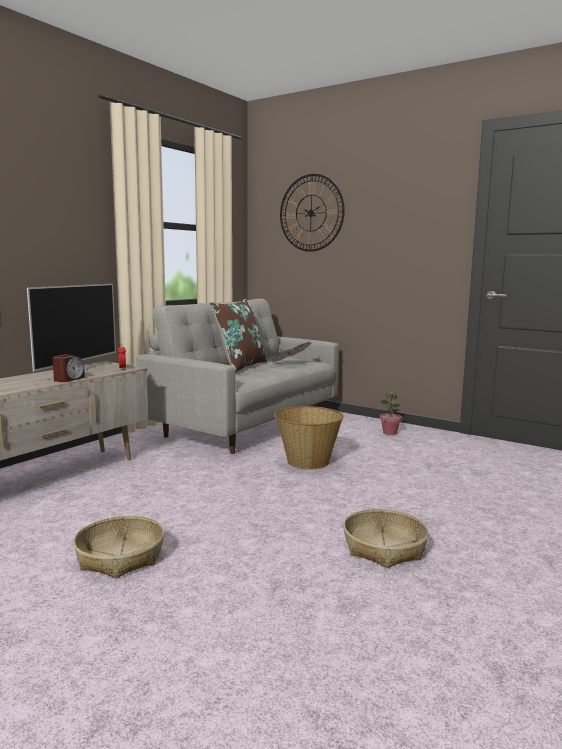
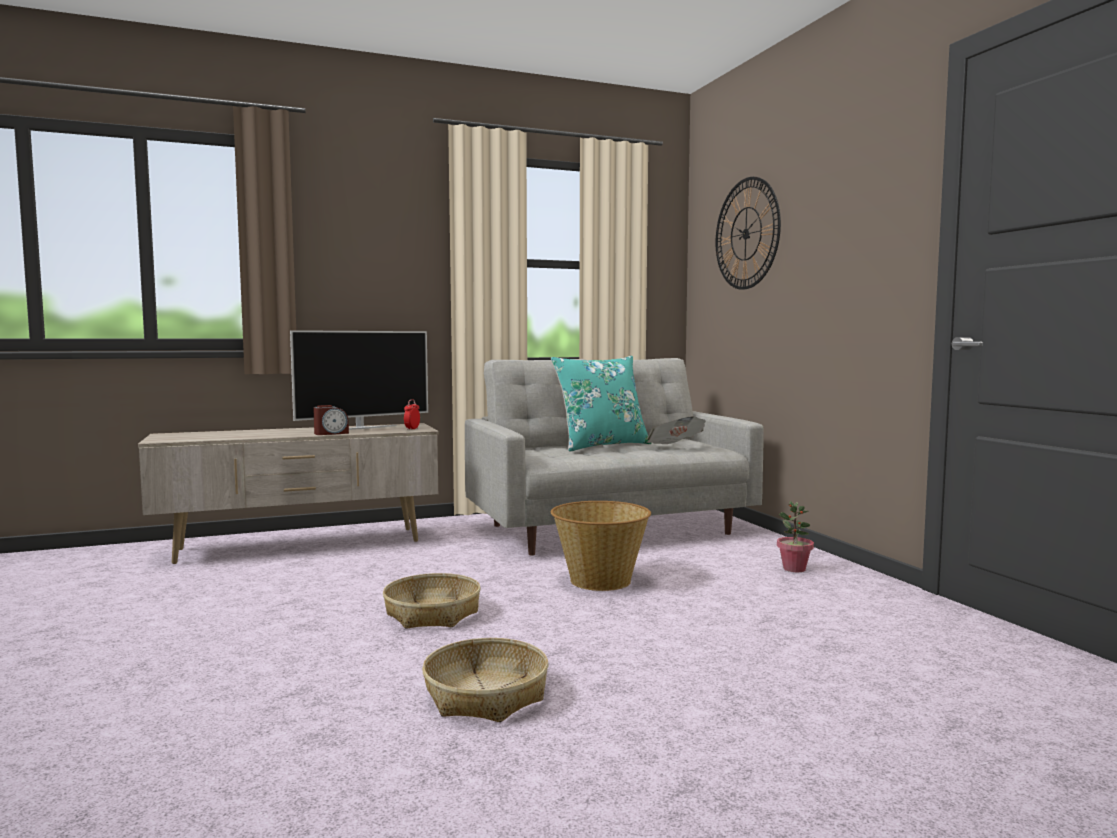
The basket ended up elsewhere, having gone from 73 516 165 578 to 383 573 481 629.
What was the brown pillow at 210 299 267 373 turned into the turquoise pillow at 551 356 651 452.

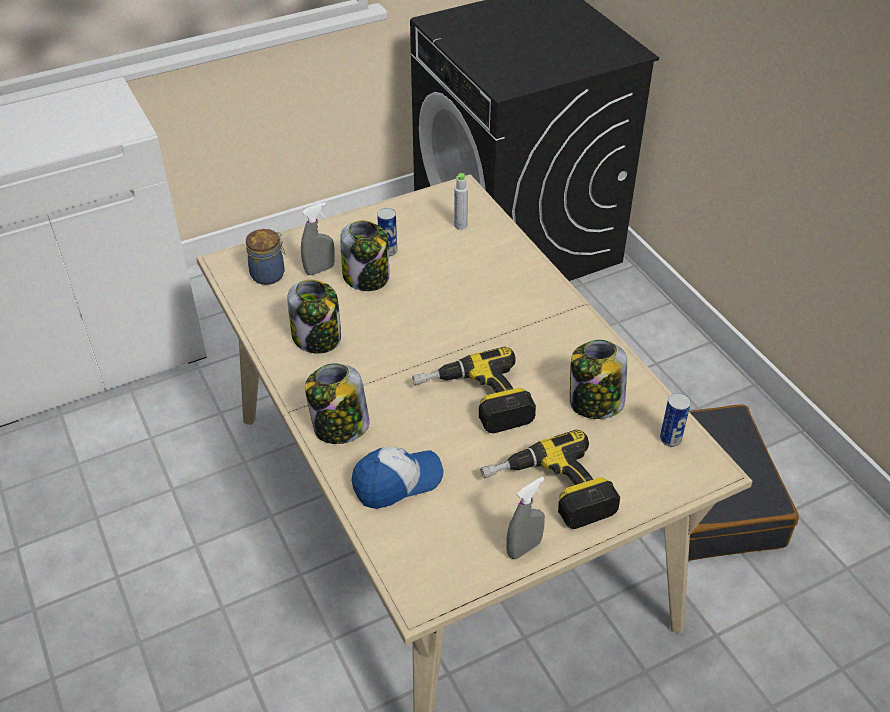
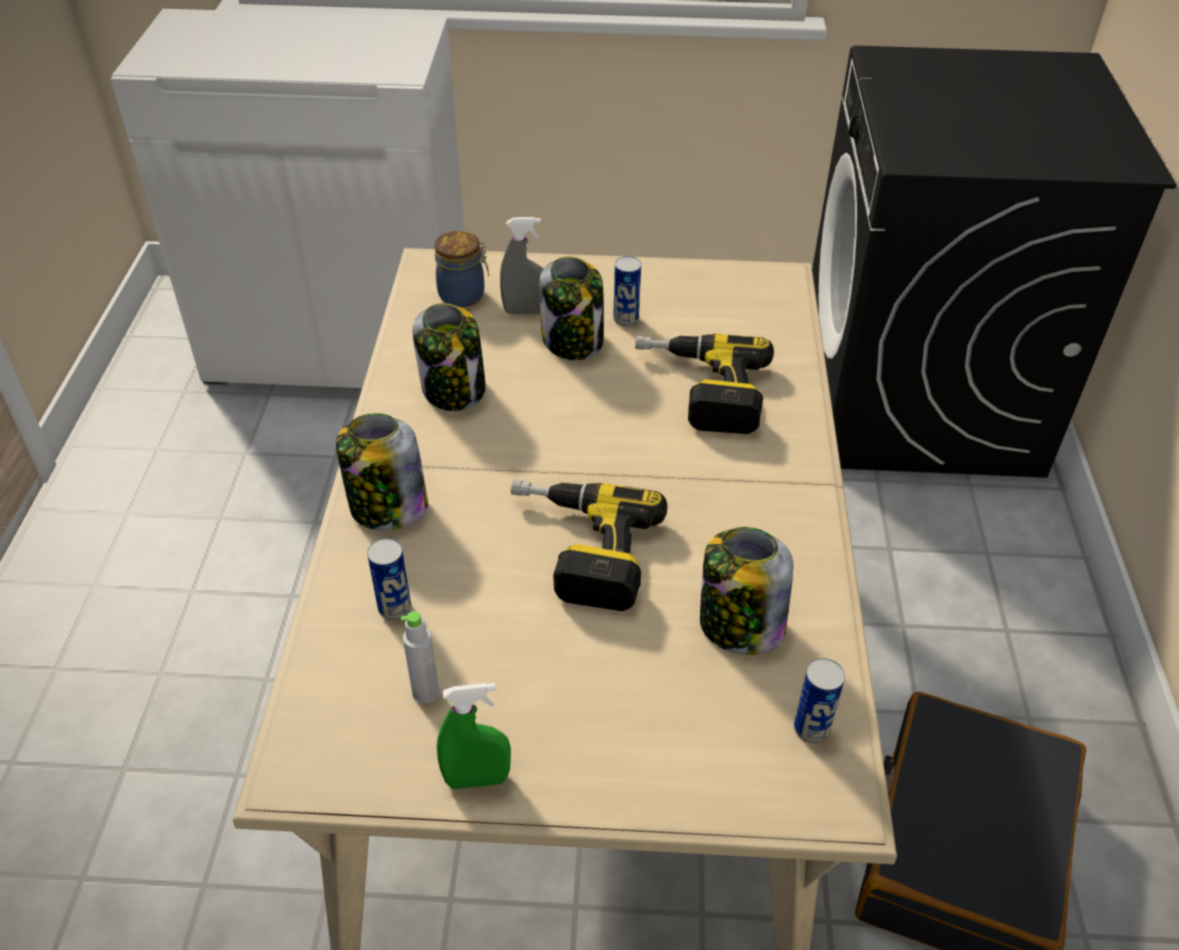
The grey bottle ended up elsewhere, having gone from 454 173 468 230 to 401 611 439 704.
The power drill ended up elsewhere, having gone from 480 430 620 529 to 635 334 774 434.
Where the cap stood at 352 447 443 509, the can came to stand at 367 538 411 620.
What was the grey spray bottle at 506 477 545 559 turned into the green spray bottle at 437 683 511 789.

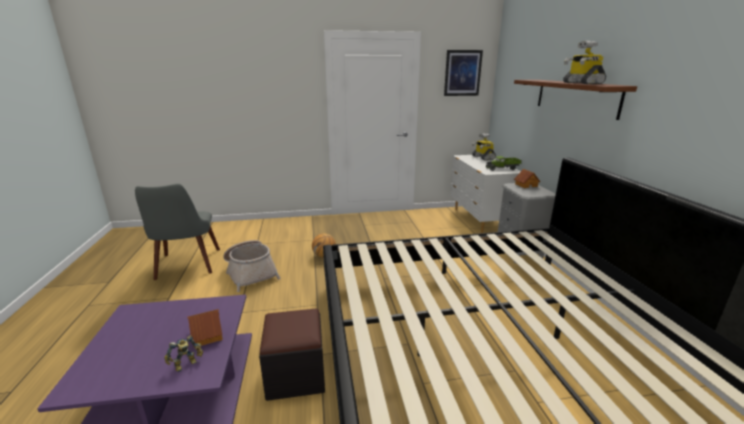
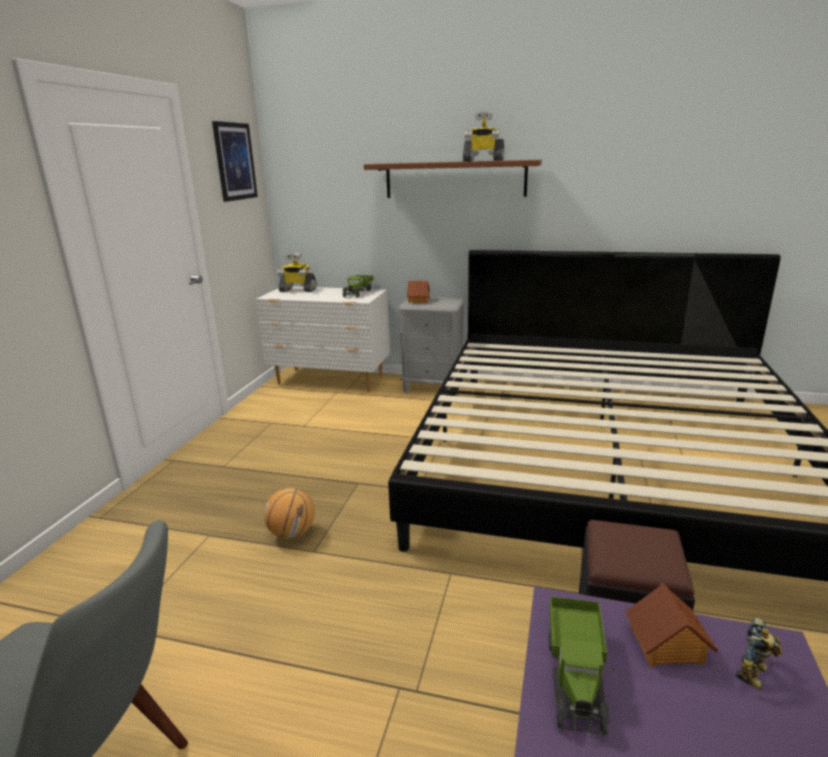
The second view lost the basket at 223 240 281 292.
The second view gained the toy truck at 549 596 615 735.
The toy robot at 164 335 203 372 ended up facing another way, 60 degrees clockwise from before.

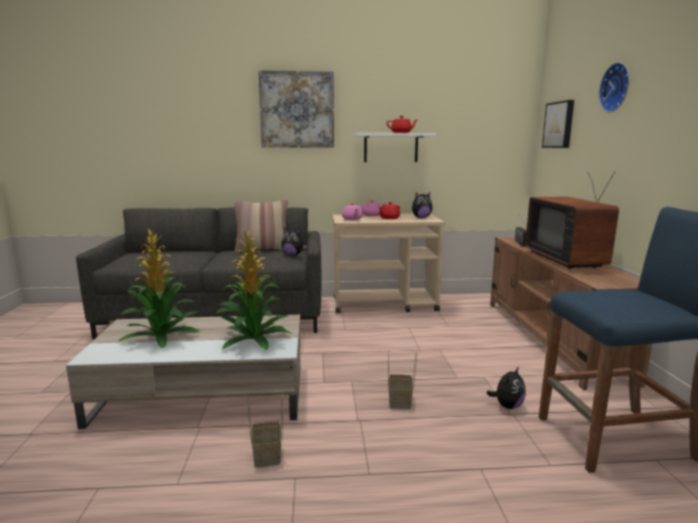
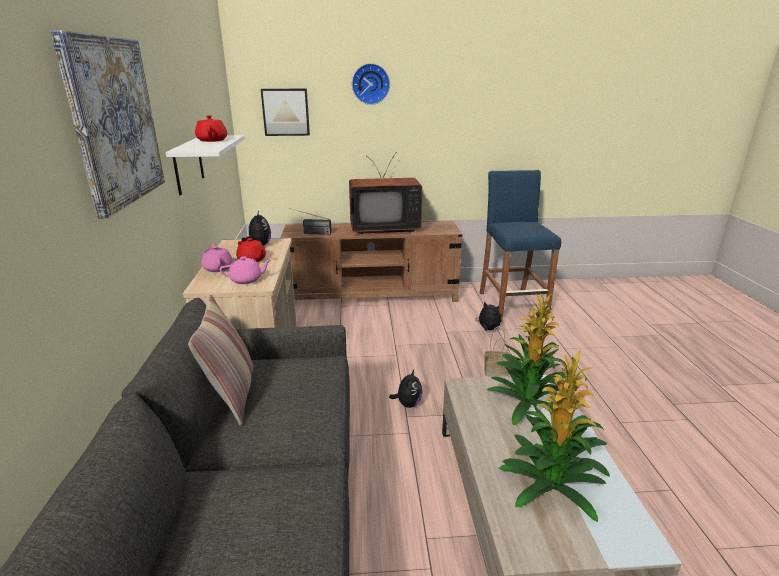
The second view lost the basket at 247 394 283 467.
The plush toy ended up elsewhere, having gone from 281 228 307 256 to 389 368 422 408.

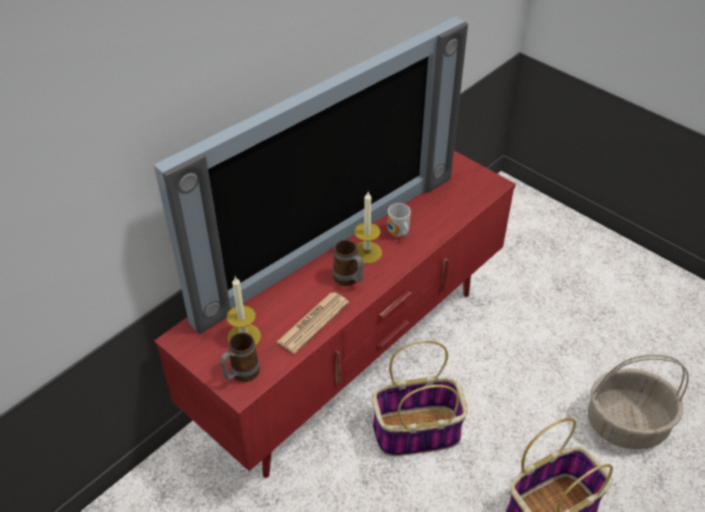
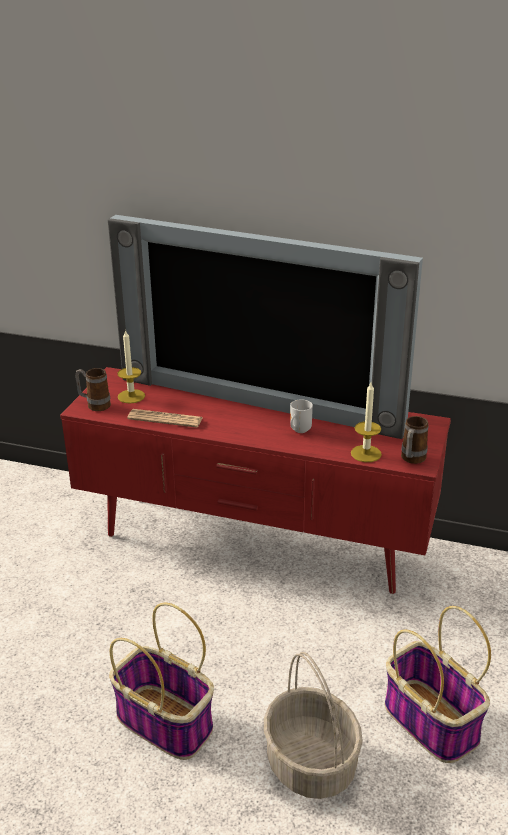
The mug ended up elsewhere, having gone from 333 240 364 286 to 401 416 429 464.
The candle ended up elsewhere, having gone from 354 192 382 264 to 351 383 382 462.
The basket ended up elsewhere, having gone from 372 340 468 456 to 385 606 491 763.

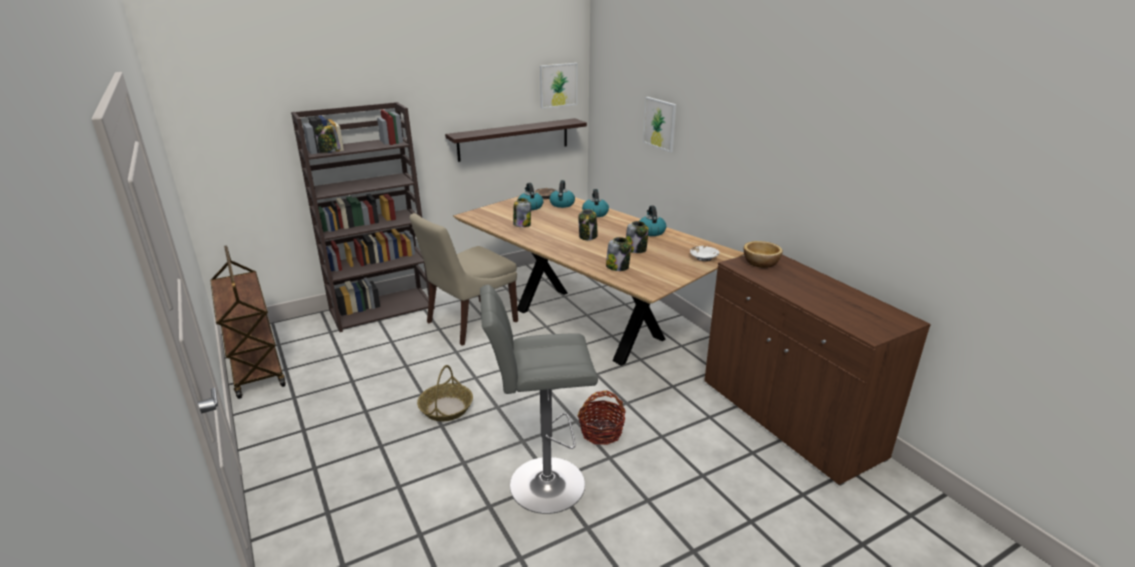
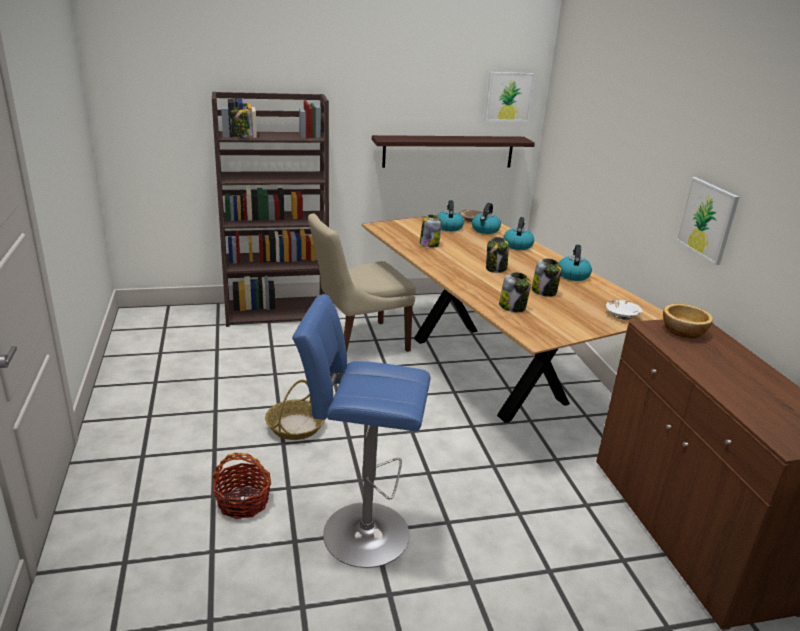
The second view lost the brown cart at 210 246 286 399.
The basket ended up elsewhere, having gone from 578 390 626 445 to 212 453 271 519.
The picture ended up elsewhere, having gone from 643 97 676 152 to 676 177 739 265.
What was the grey stool at 480 285 598 514 turned into the blue stool at 292 294 430 568.

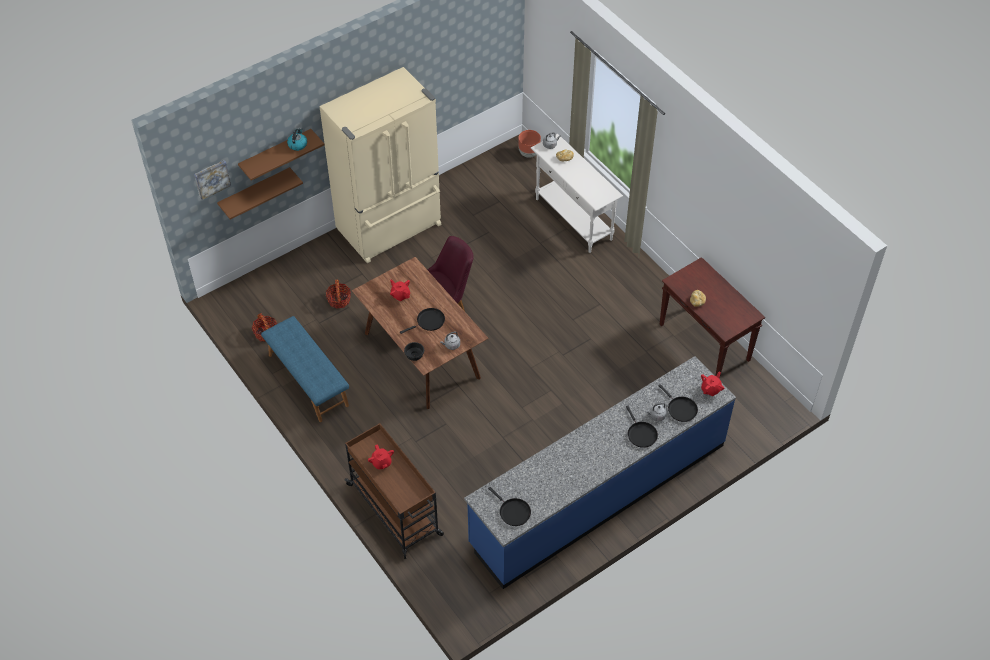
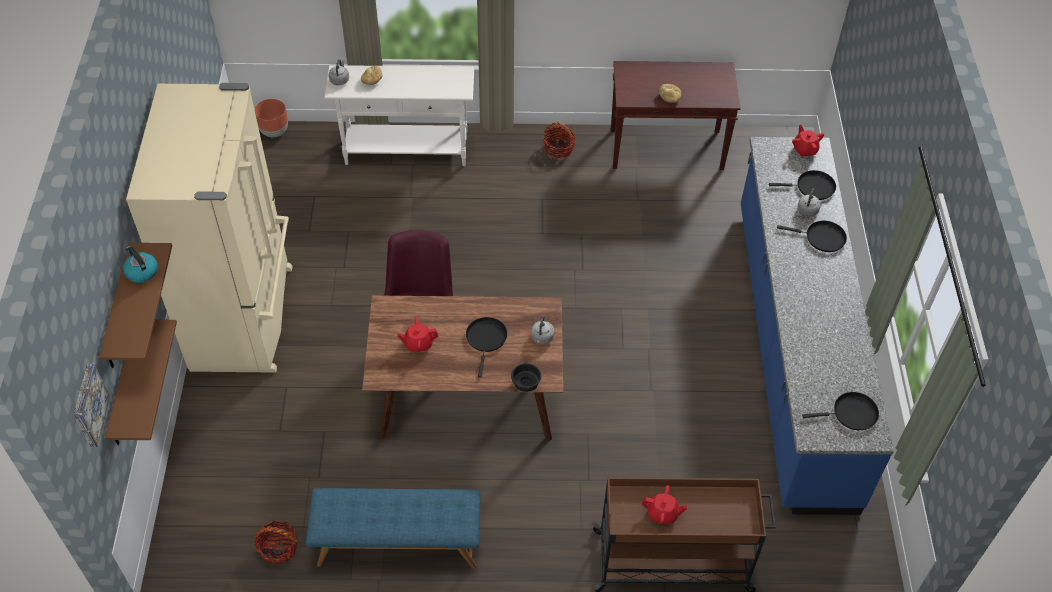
The basket ended up elsewhere, having gone from 326 280 351 309 to 543 122 576 159.

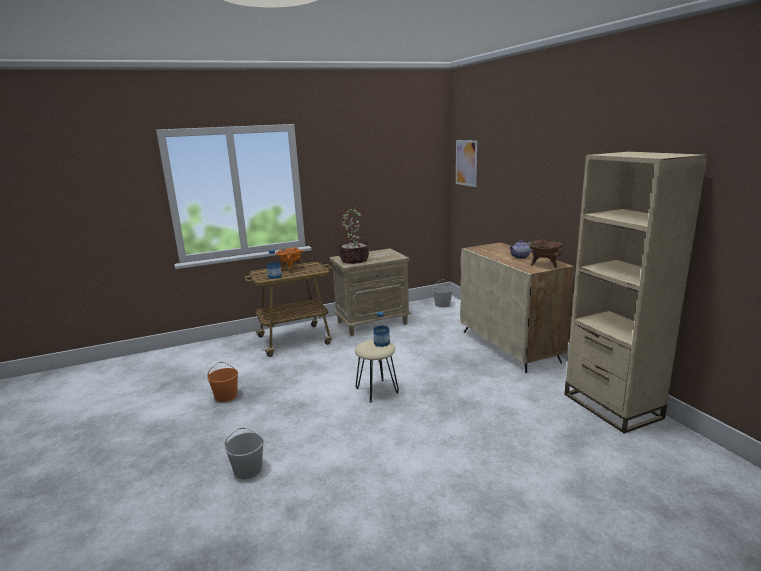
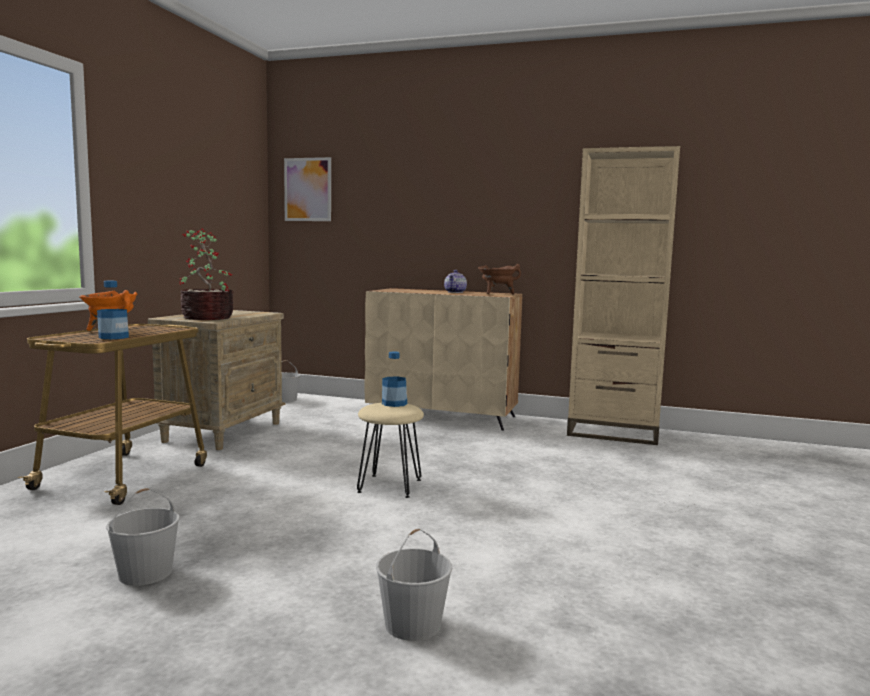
What was the orange bucket at 208 362 238 402 turned into the white bucket at 106 488 180 586.

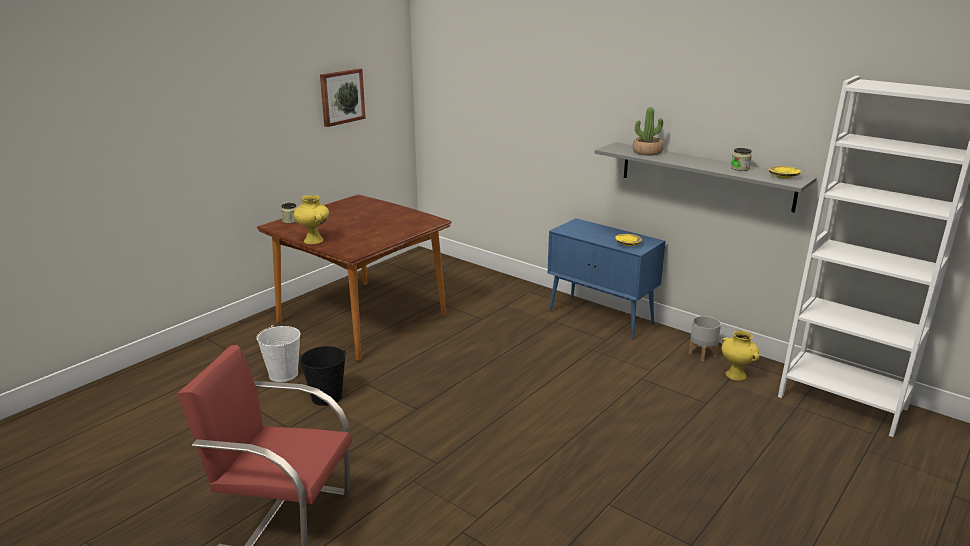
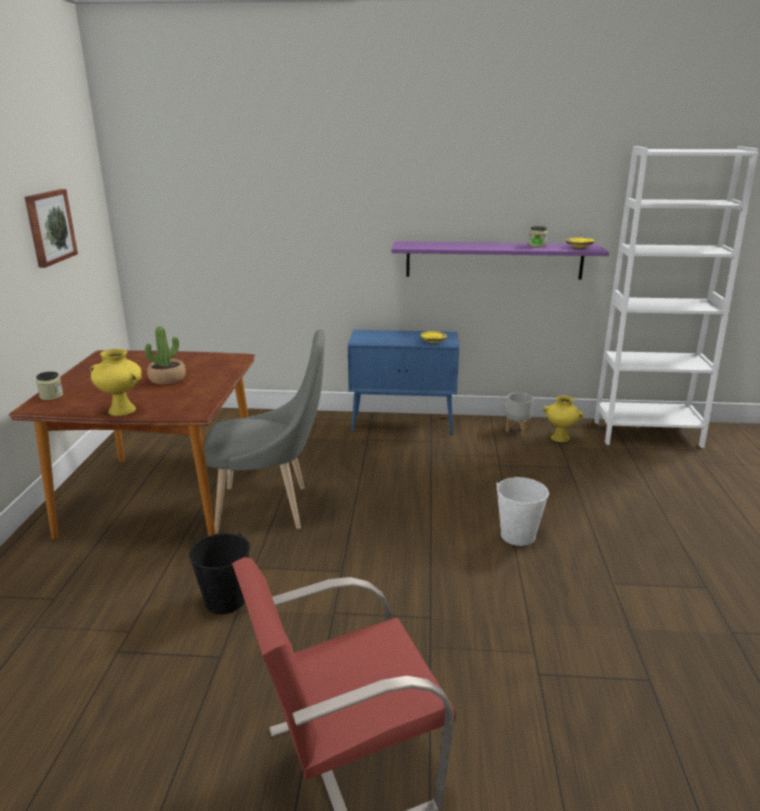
The second view gained the grey chair at 204 329 325 534.
The white bucket ended up elsewhere, having gone from 256 325 300 382 to 496 477 549 546.
The potted plant ended up elsewhere, having gone from 633 107 663 156 to 145 326 186 384.
What was the grey shelf at 595 142 817 213 turned into the purple shelf at 391 241 609 280.

